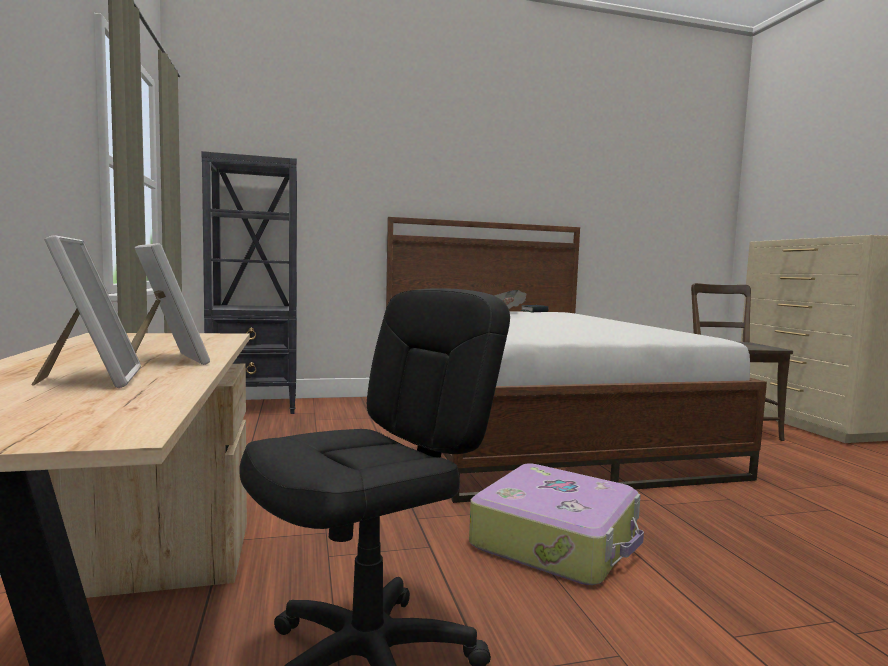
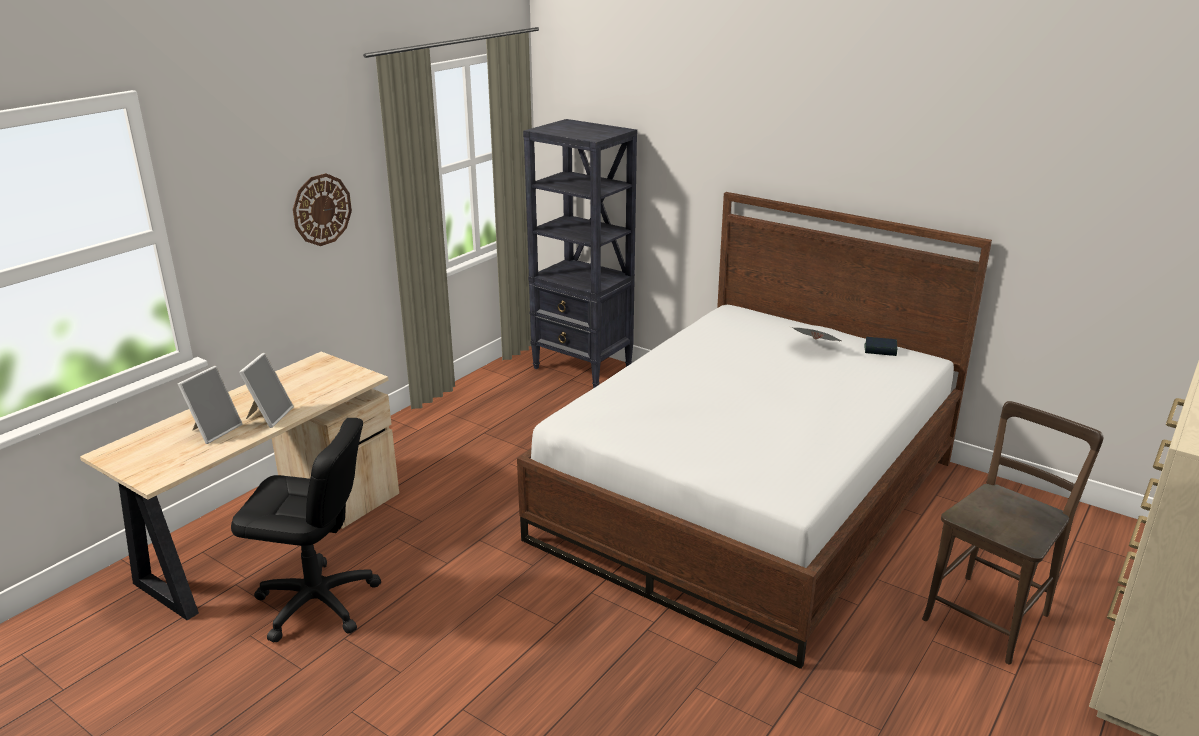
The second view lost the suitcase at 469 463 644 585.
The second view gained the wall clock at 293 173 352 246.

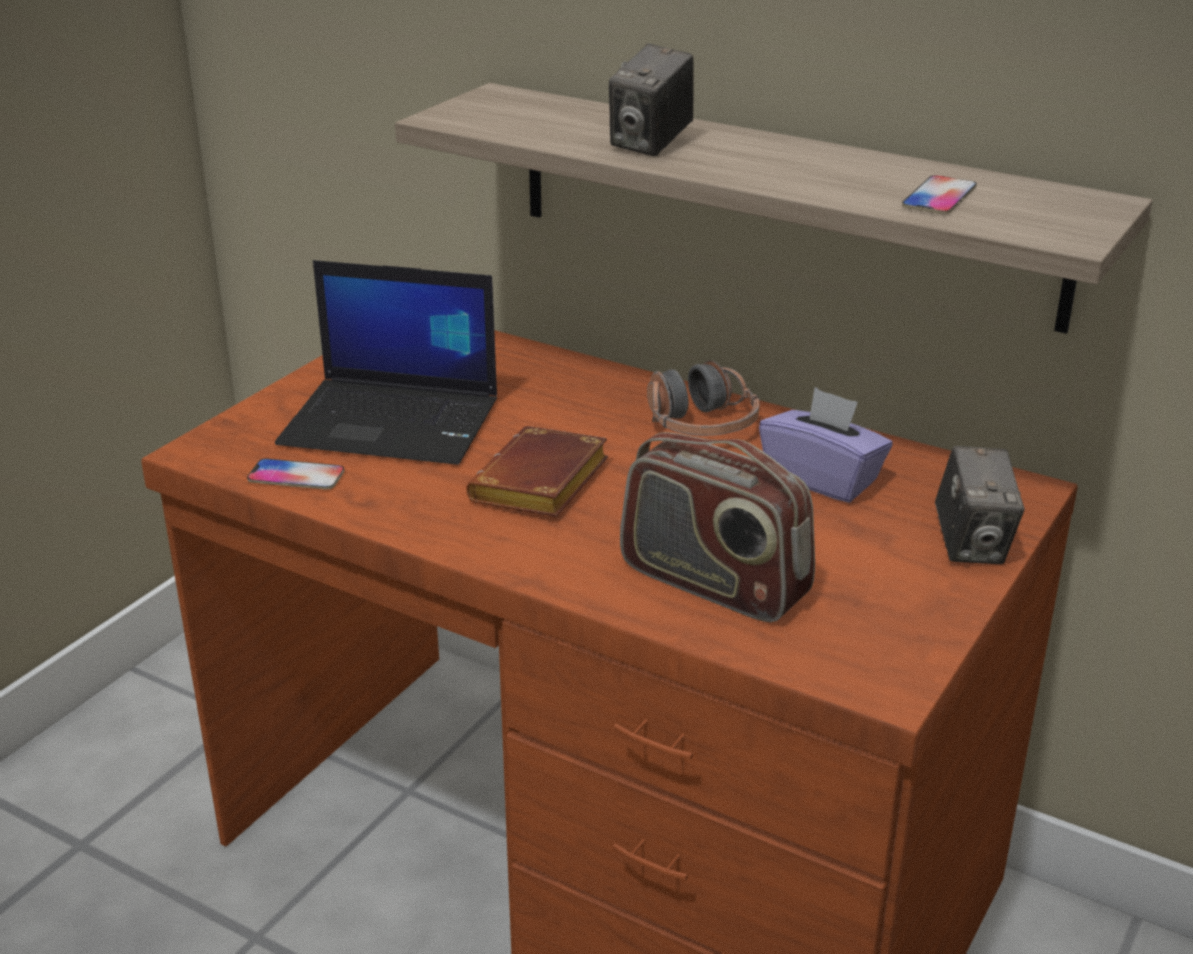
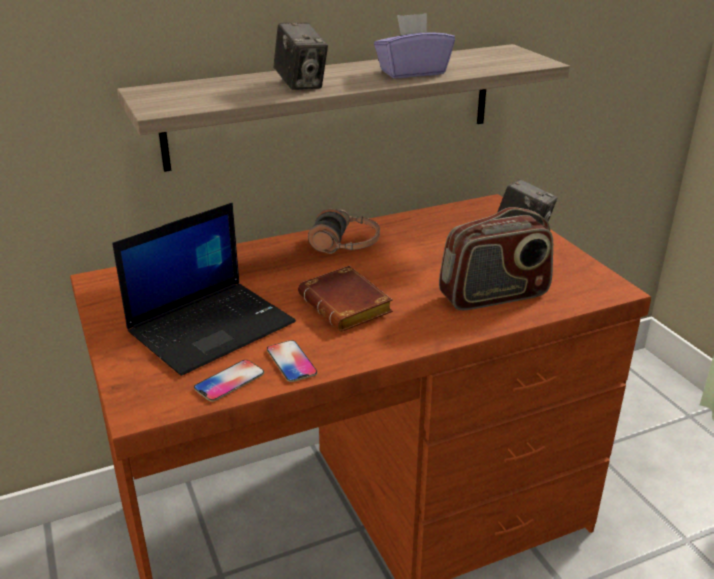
The purple tissue box ended up elsewhere, having gone from 759 387 893 503 to 374 13 455 78.
The phone ended up elsewhere, having gone from 902 175 977 214 to 267 340 317 382.

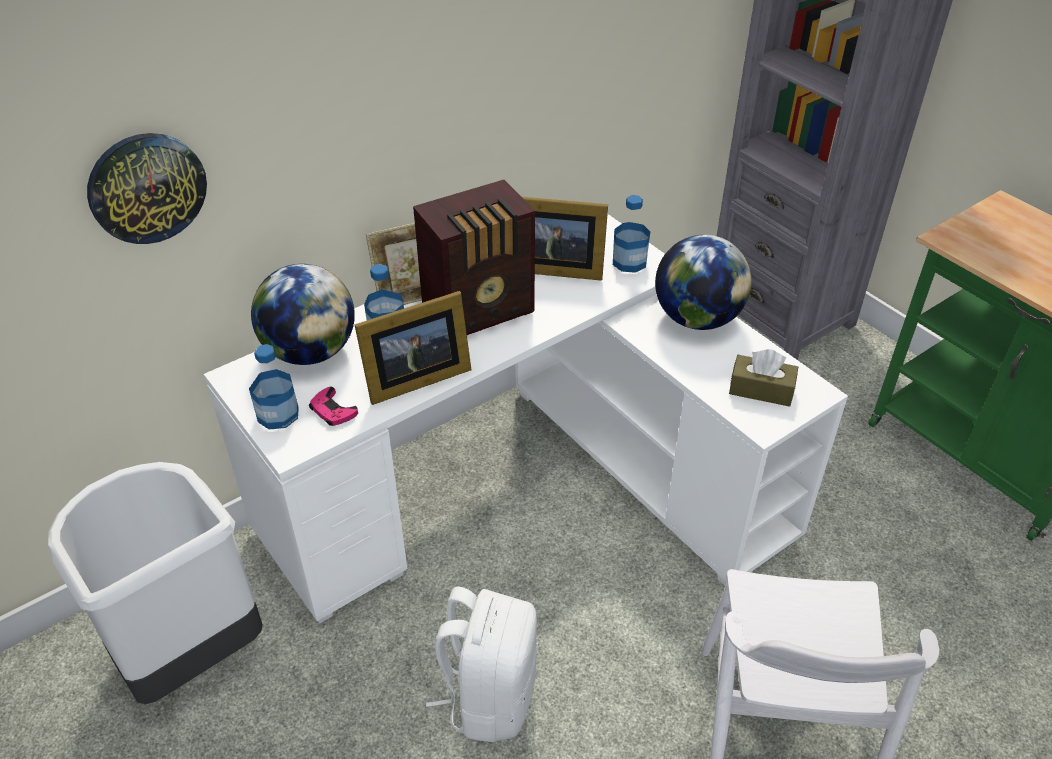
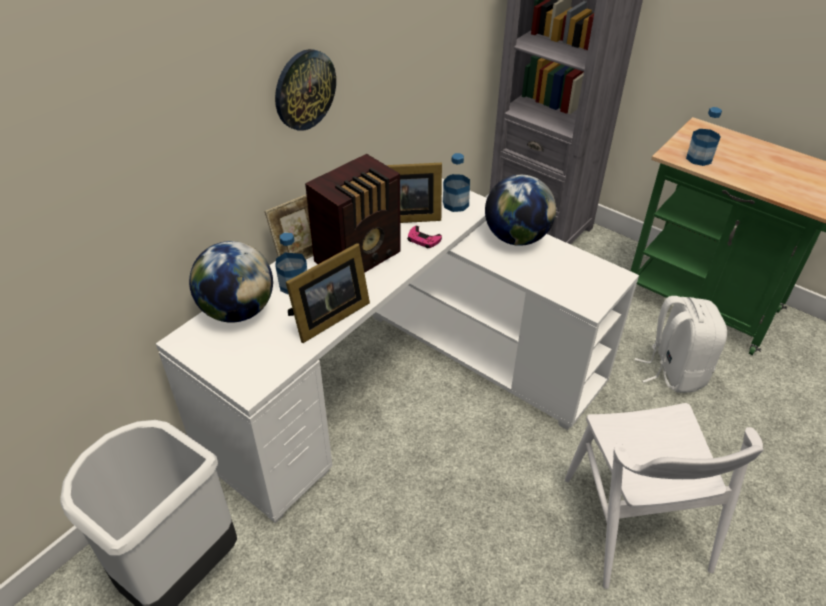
The second view lost the brown tissue box at 729 349 798 407.
The wall clock ended up elsewhere, having gone from 87 133 207 244 to 275 49 336 131.
The bottle ended up elsewhere, having gone from 249 344 299 429 to 686 107 722 166.
The pink game controller ended up elsewhere, having gone from 309 387 358 426 to 407 226 442 248.
The white backpack ended up elsewhere, having gone from 426 586 537 742 to 635 296 727 393.

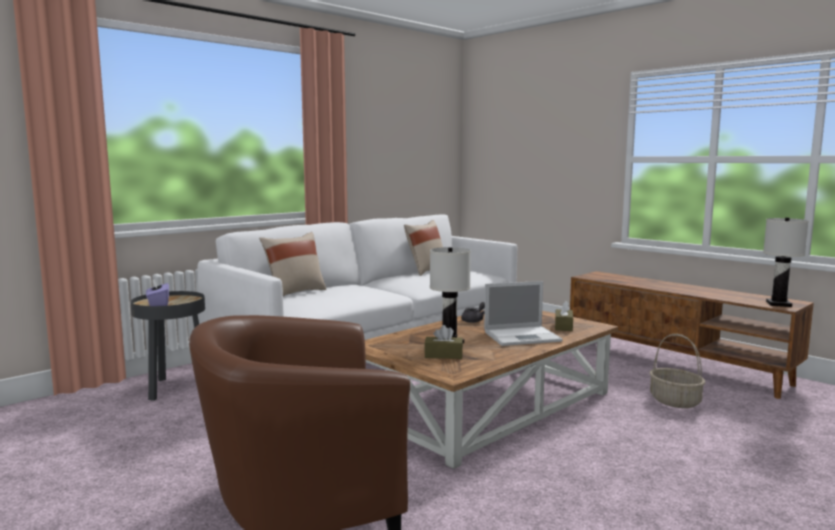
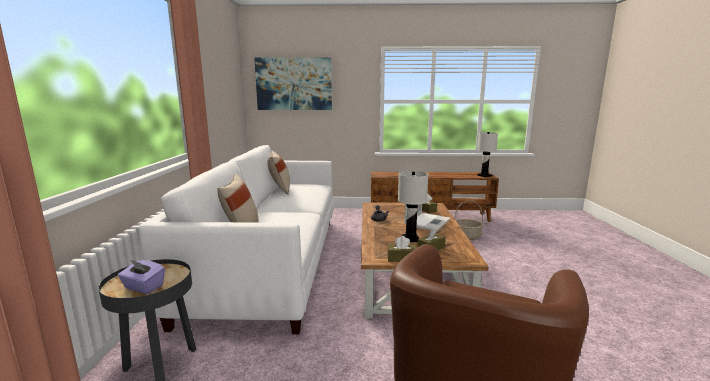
The second view gained the picture at 254 57 332 110.
The second view gained the brown tissue box at 388 236 416 262.

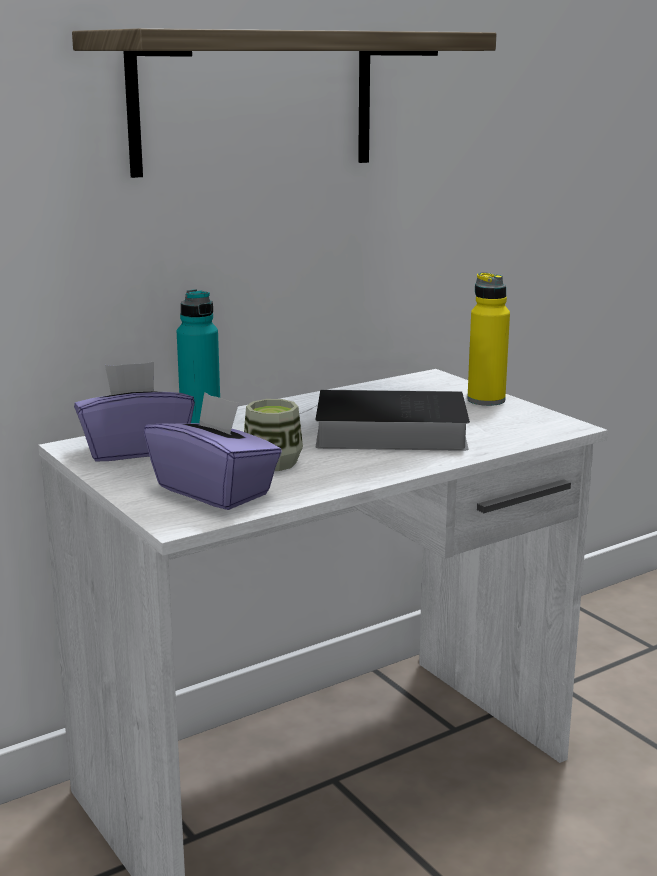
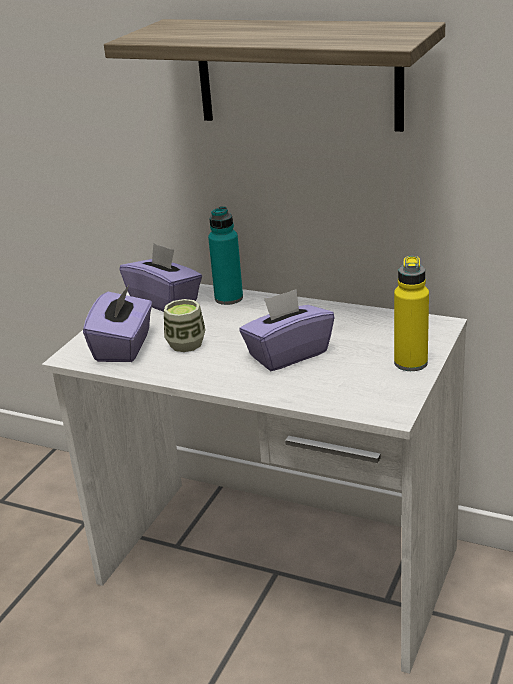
Where the book stood at 299 390 470 451, the purple tissue box came to stand at 239 289 335 371.

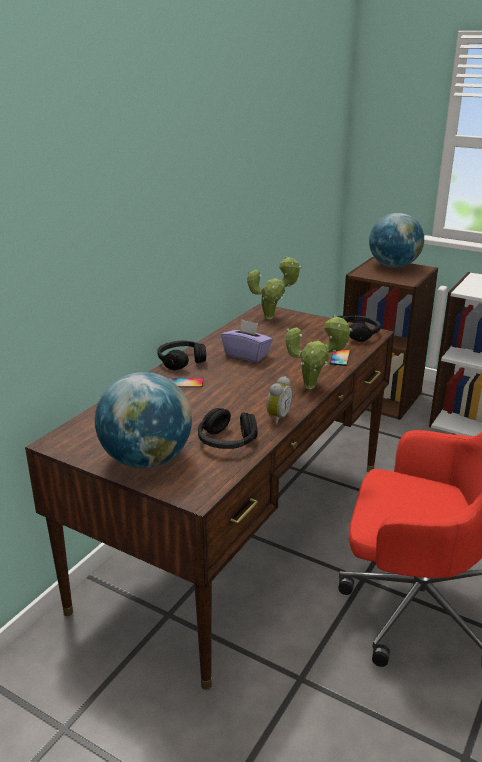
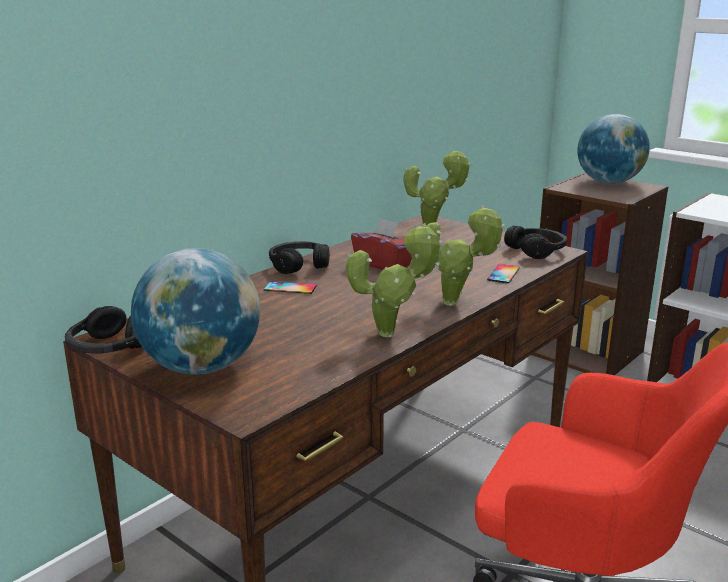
The black headphones ended up elsewhere, having gone from 198 408 257 449 to 65 306 142 354.
Where the alarm clock stood at 266 376 293 425, the potted plant came to stand at 346 224 444 337.
What was the purple tissue box at 221 320 273 363 turned into the red tissue box at 351 218 412 270.

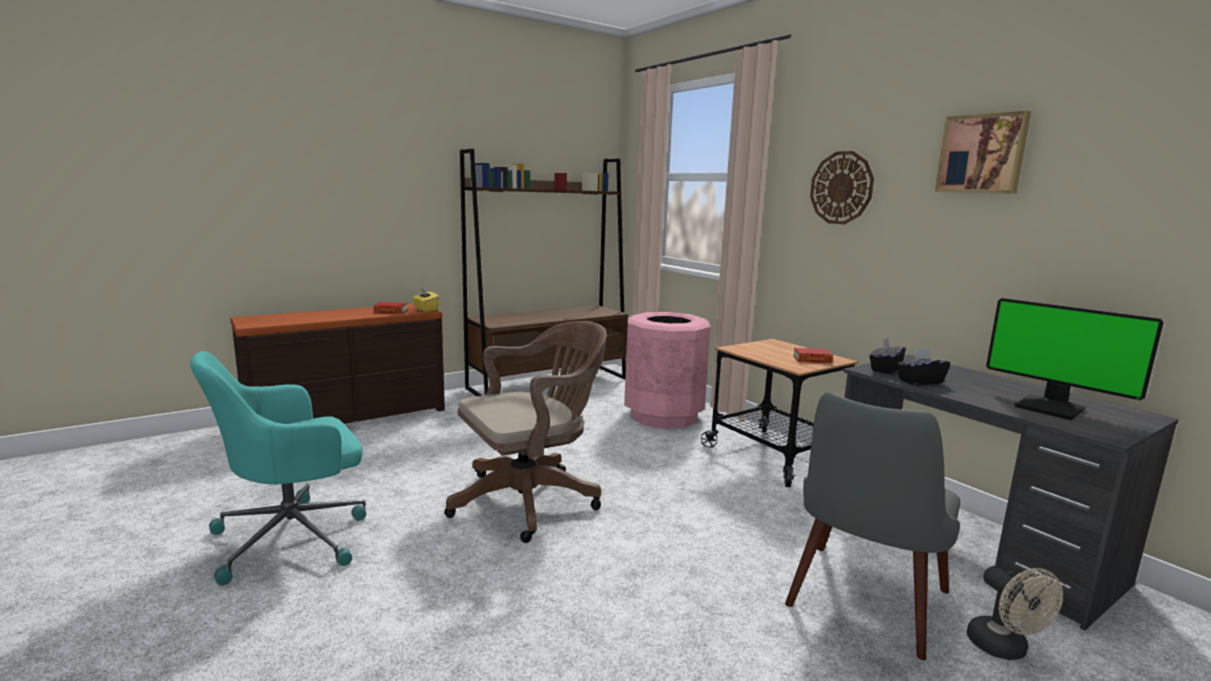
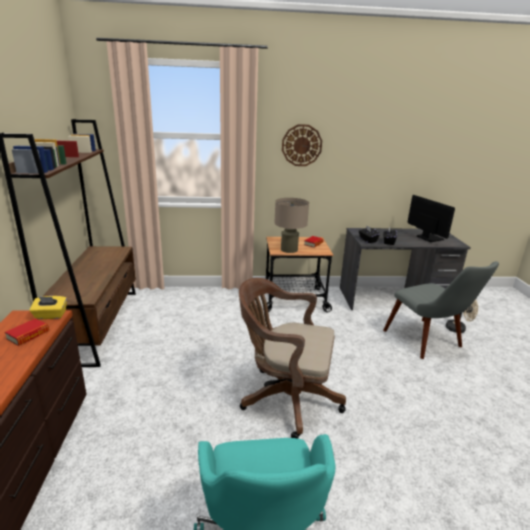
The second view lost the pink trash can at 624 312 711 429.
The second view lost the picture at 935 111 1031 194.
The second view gained the beige table lamp at 274 198 309 253.
The brown office chair at 444 321 607 543 ended up facing another way, 75 degrees counterclockwise from before.
The monitor at 986 298 1164 420 ended up facing another way, 105 degrees counterclockwise from before.

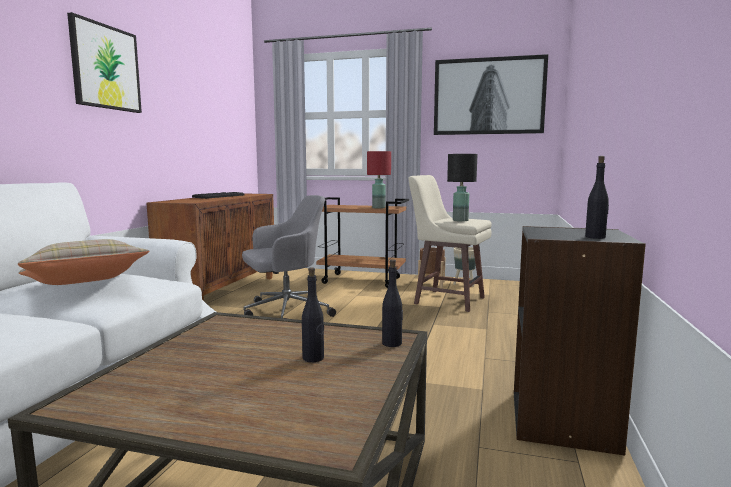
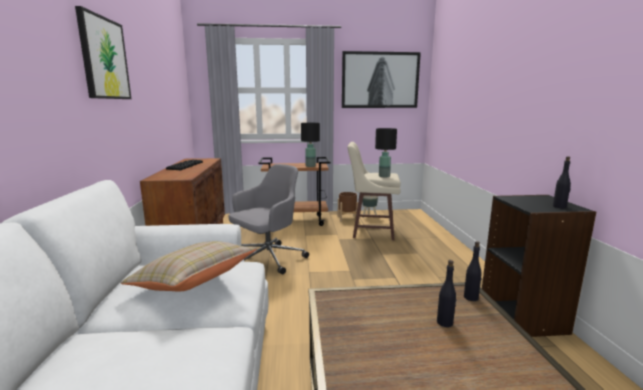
What was the red table lamp at 367 151 391 209 turned into the black table lamp at 301 123 320 167.

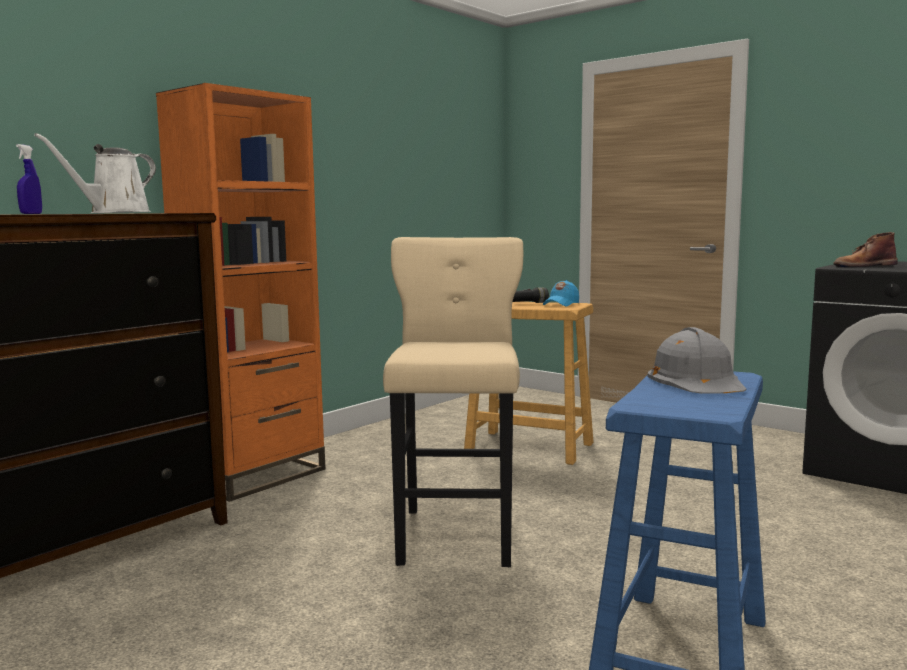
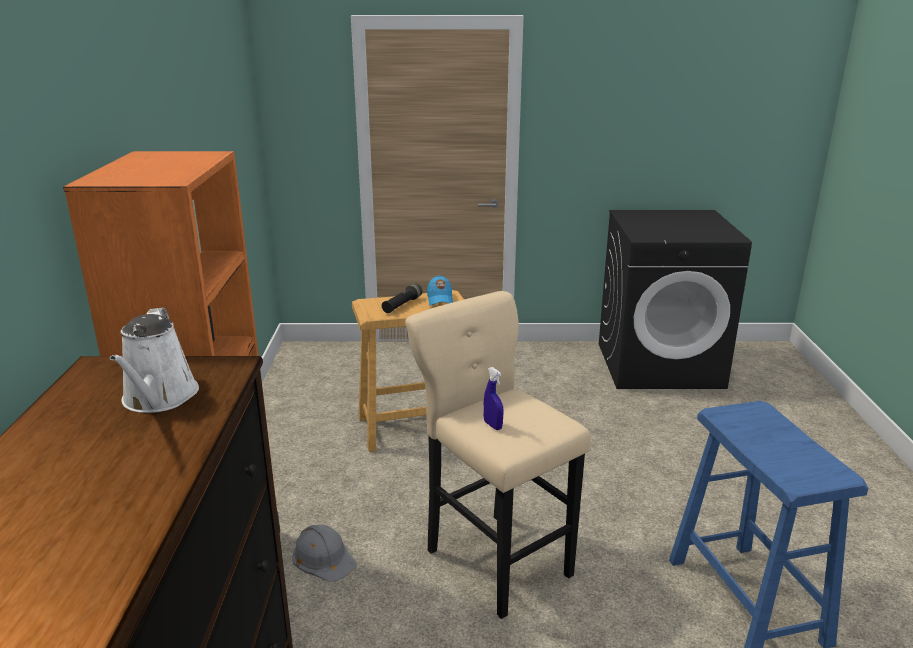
The second view lost the brown boot at 833 232 898 267.
The blue spray bottle ended up elsewhere, having gone from 16 144 42 214 to 483 367 504 430.
The grey hard hat ended up elsewhere, having gone from 647 327 747 394 to 292 525 357 582.

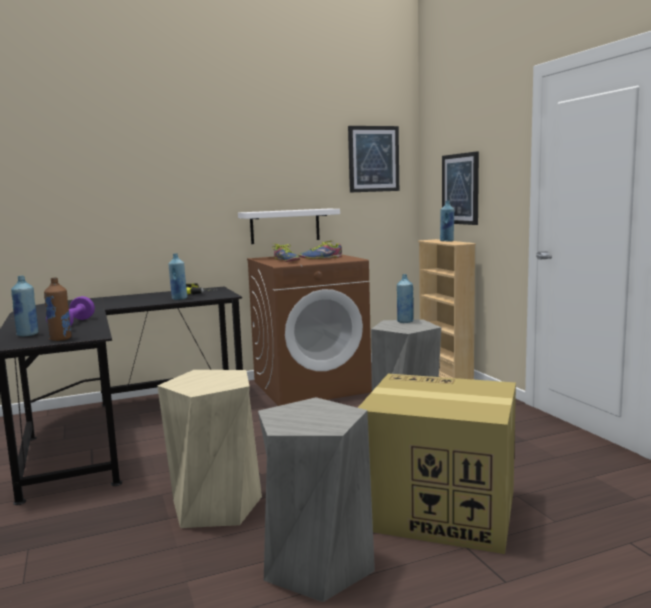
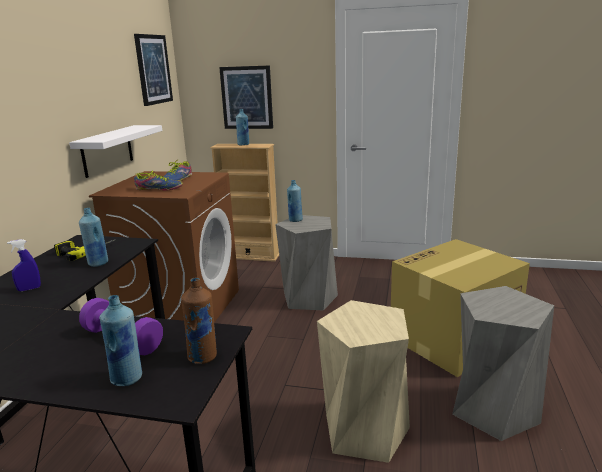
The second view gained the blue spray bottle at 7 239 41 291.

